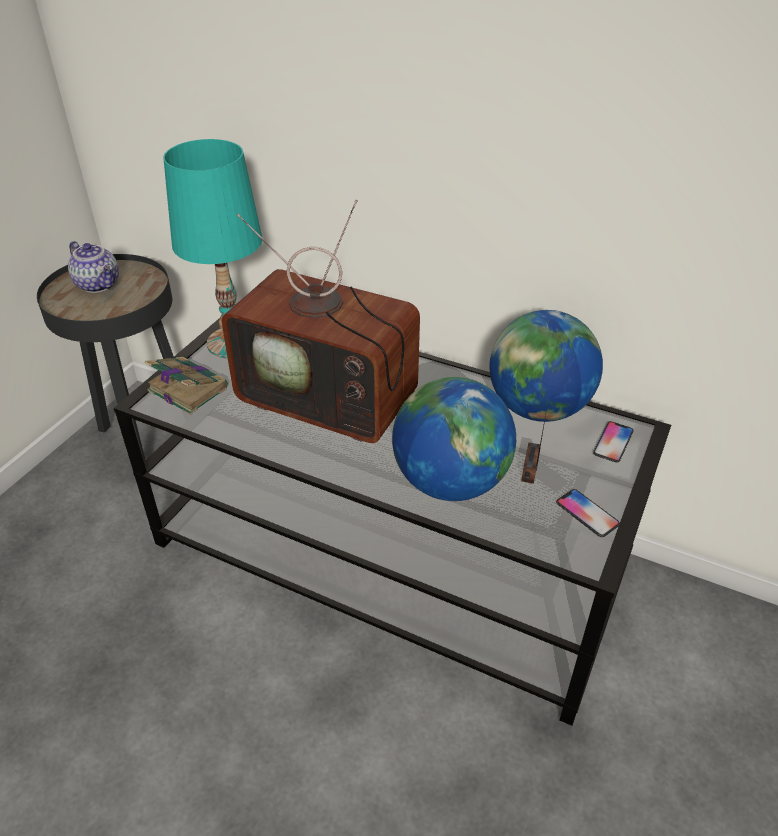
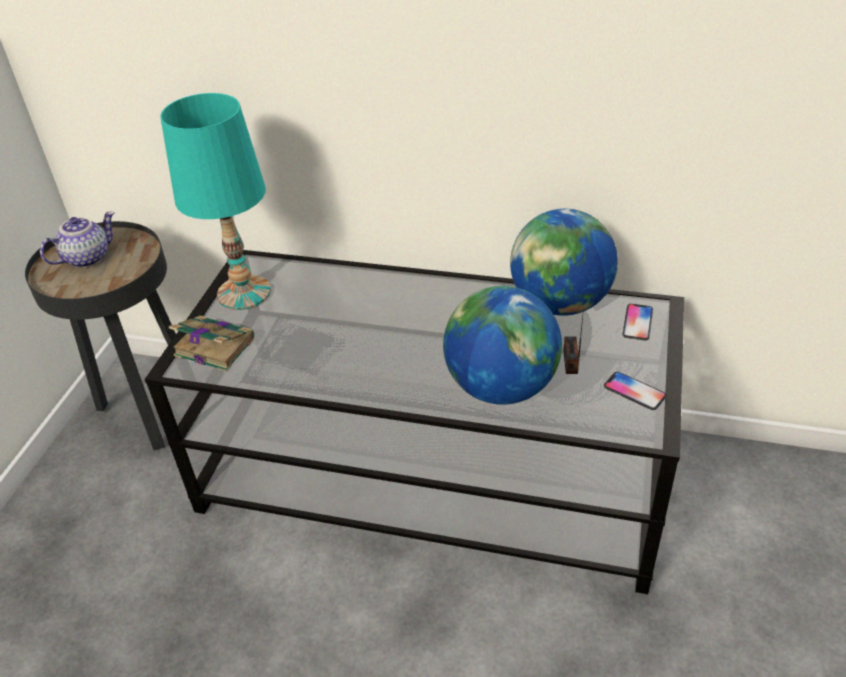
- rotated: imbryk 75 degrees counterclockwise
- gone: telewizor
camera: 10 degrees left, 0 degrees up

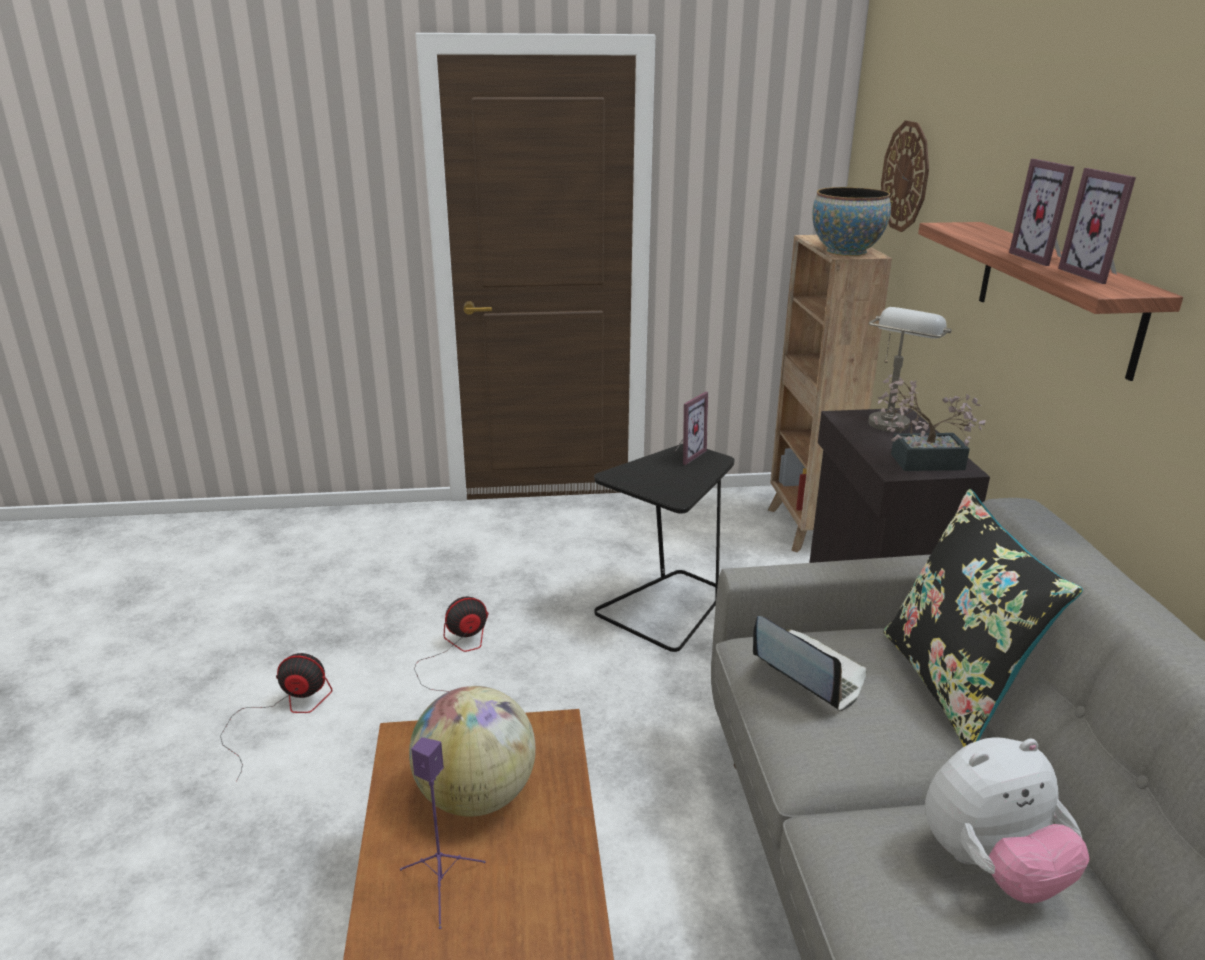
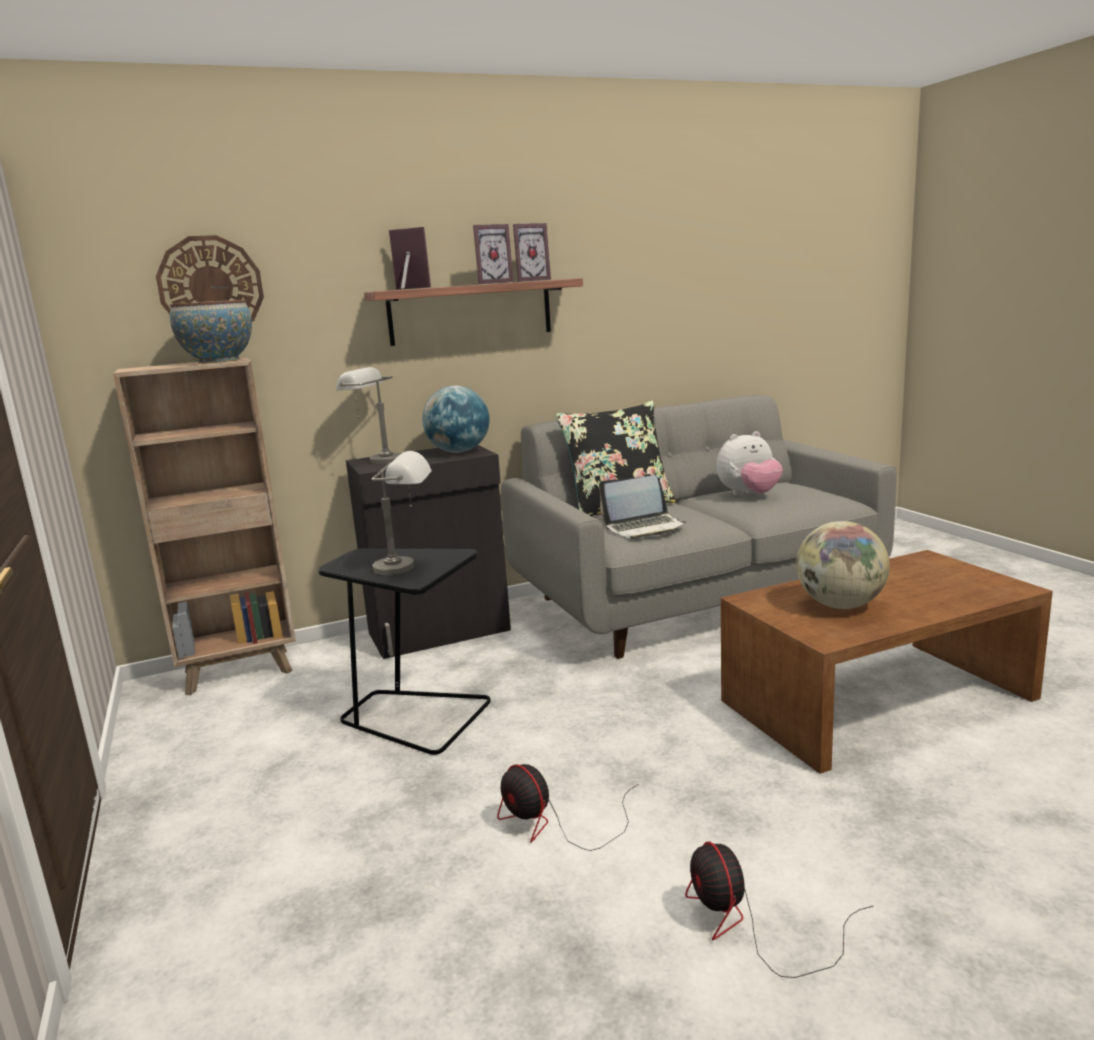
- new: lampa stołowa [szary] (no. 2 from left)
- shifted: ramka na zdjęcie (no. 1 from left)
- swapped: roślina doniczkowa to globus (no. 1 from left)
- rotated: laptop 135 degrees counterclockwise
- rotated: pluszak 105 degrees clockwise
- gone: głośnik [fioletowy]
camera: 105 degrees left, 10 degrees down

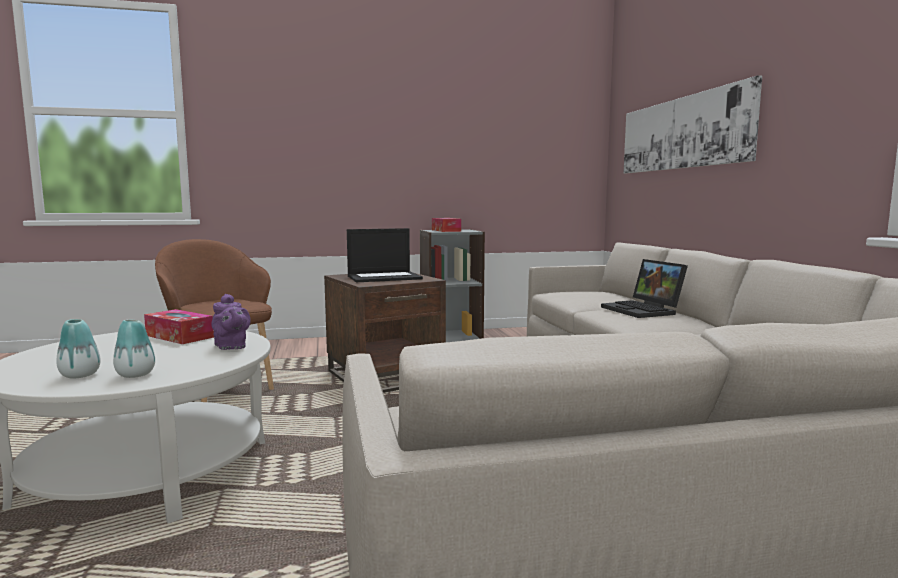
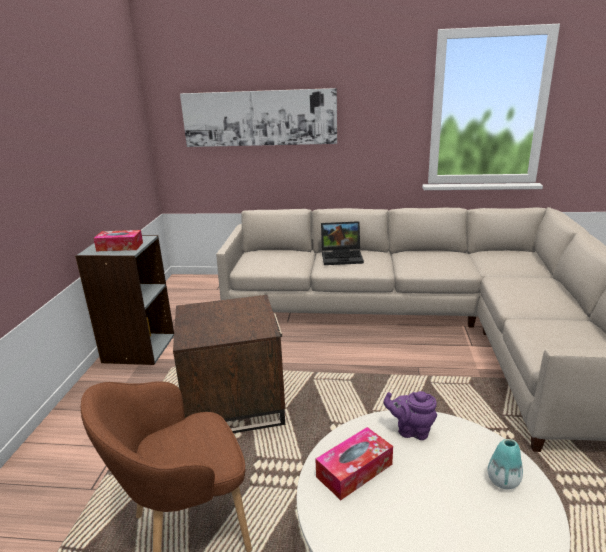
- rotated: imbryk [fioletowy] 150 degrees counterclockwise
- gone: wazon (no. 1 from left)
- gone: laptop (no. 1 from left)
camera: 70 degrees left, 15 degrees up

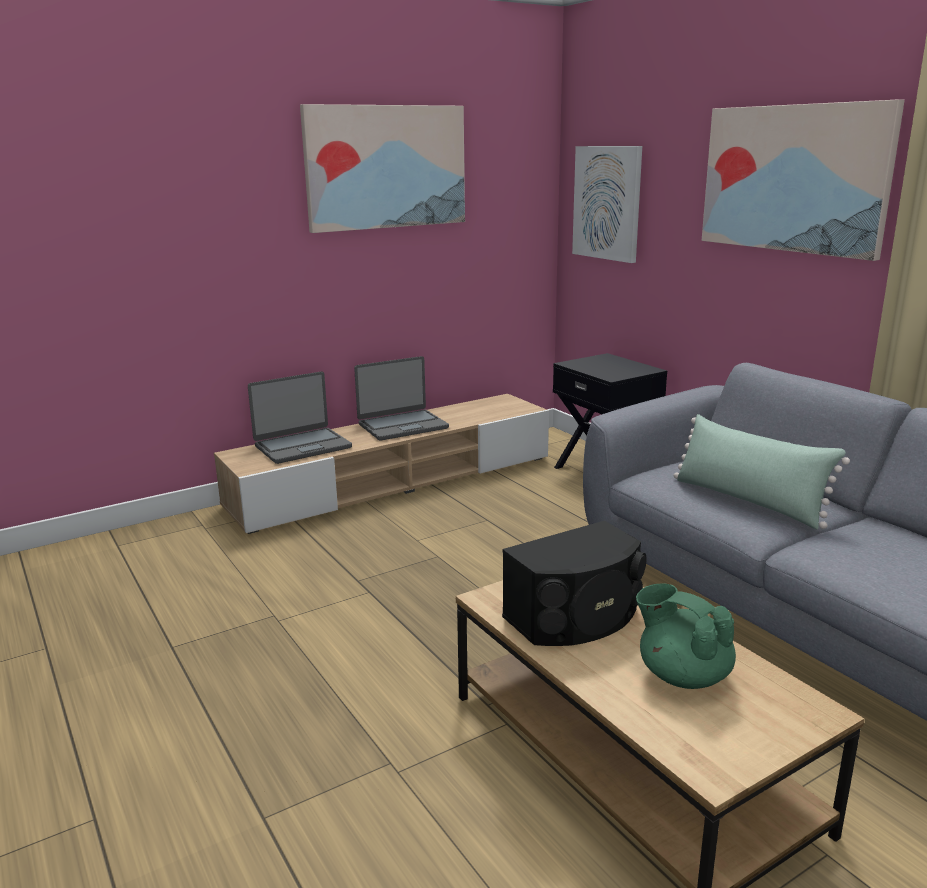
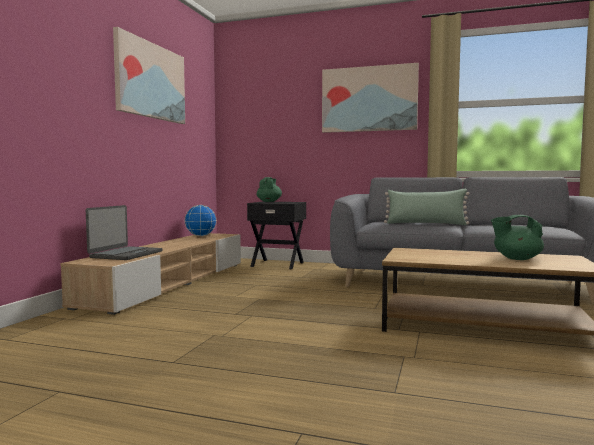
- new: globus
- new: imbryk [zielony] (no. 1 from left)
- gone: laptop (no. 2 from left)
- gone: głośnik [czarny]
- gone: obraz (no. 2 from left)
camera: 40 degrees left, 15 degrees down

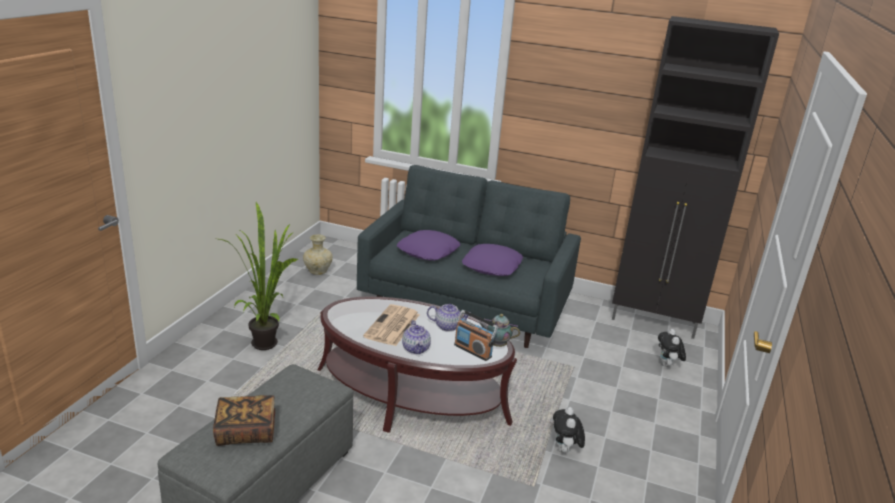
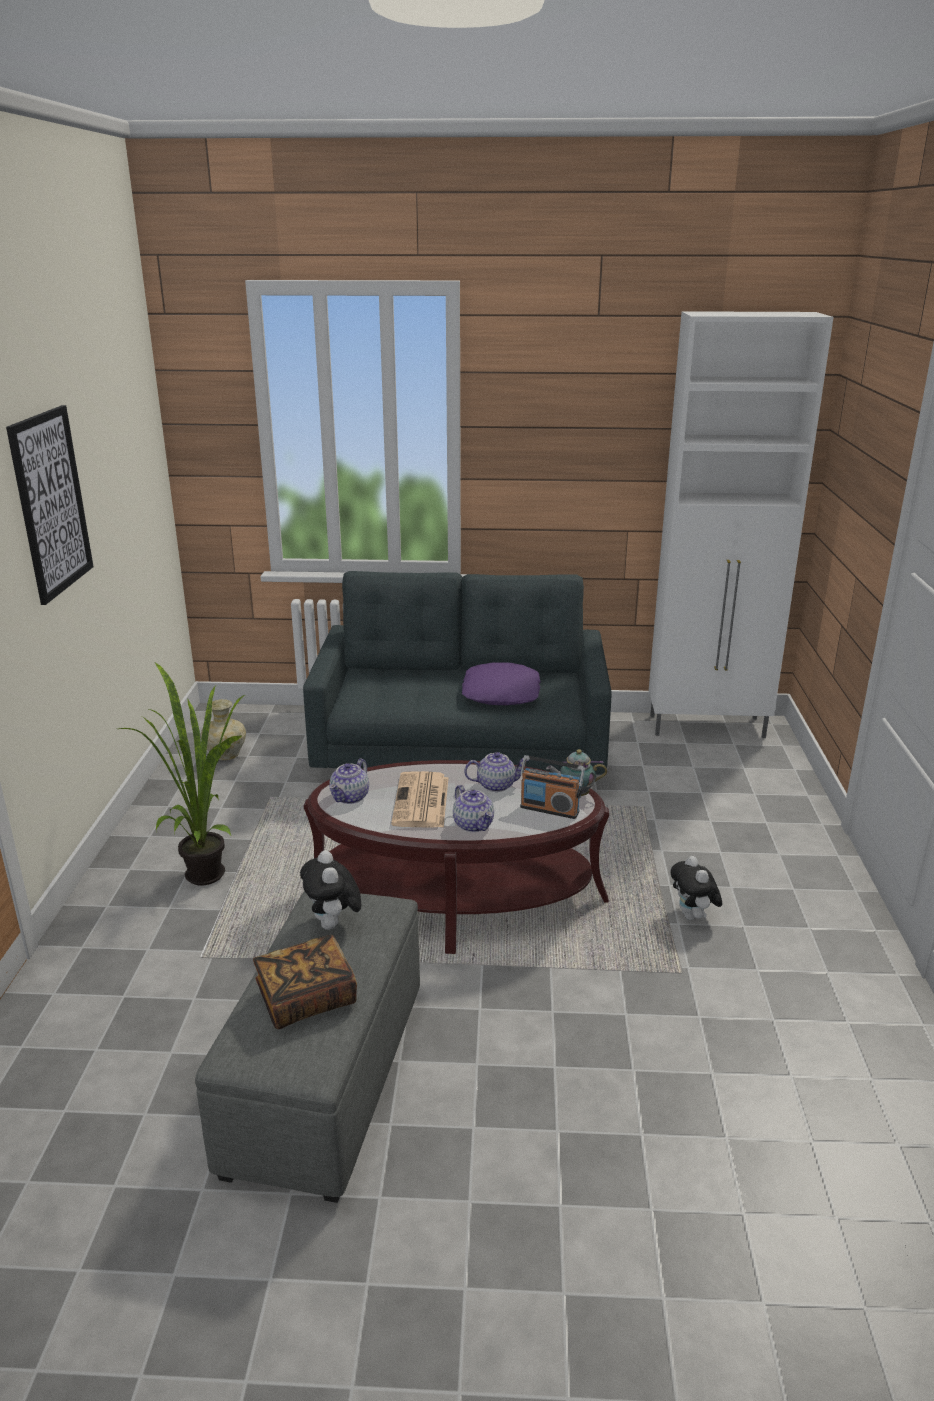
- new: obraz
- shifted: pluszak (no. 2 from left in the first image) to pluszak (no. 1 from left)
- new: imbryk (no. 1 from left)
- repainted: szafka [czarny] to szafka [biały]
- gone: poduszka [fioletowy] (no. 1 from left)
camera: 15 degrees left, 0 degrees up

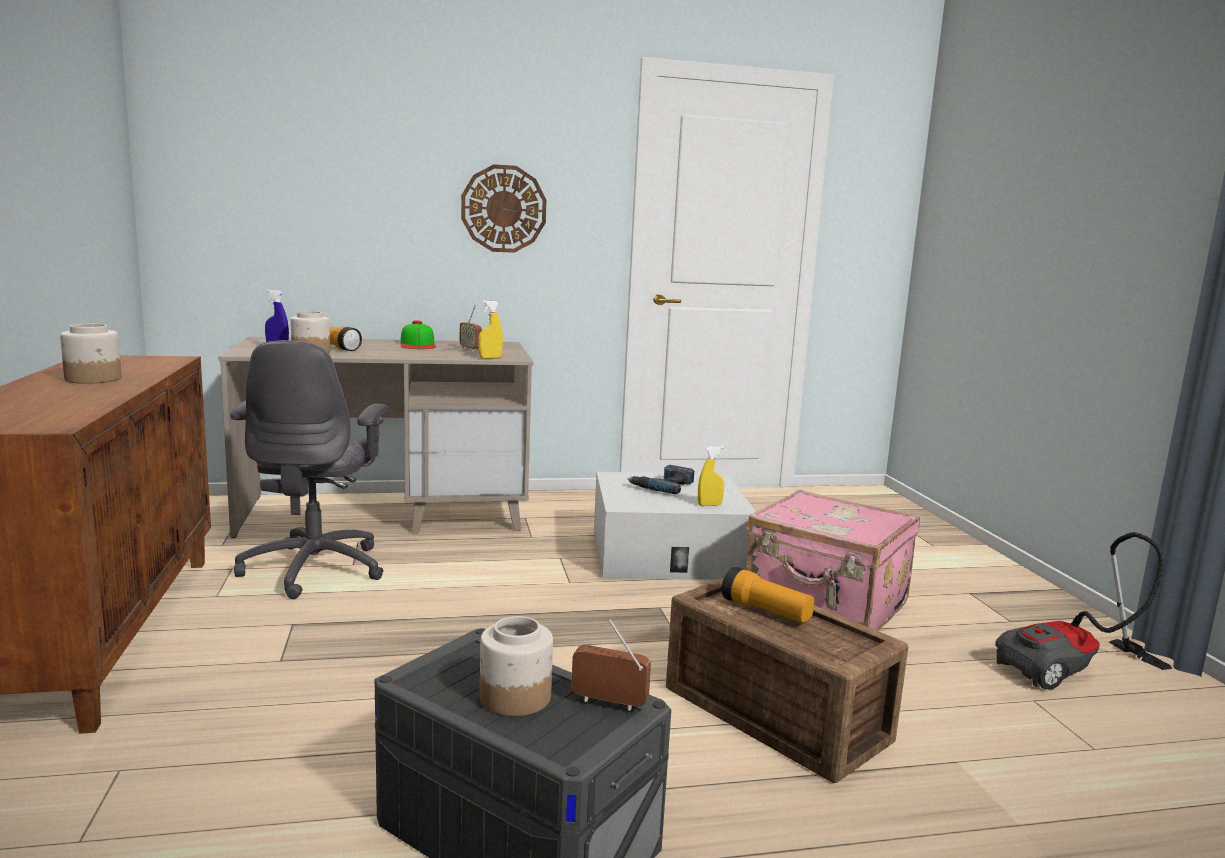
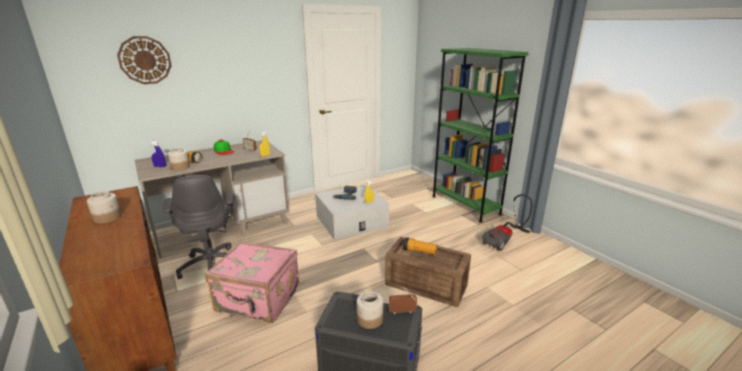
- shifted: zegar ścienny
- shifted: walizka [różowy]
- new: regał [zielony]
camera: 20 degrees left, 10 degrees up

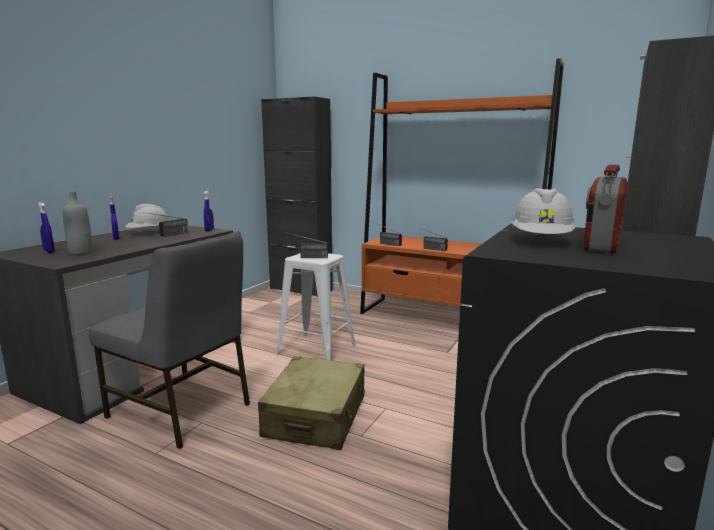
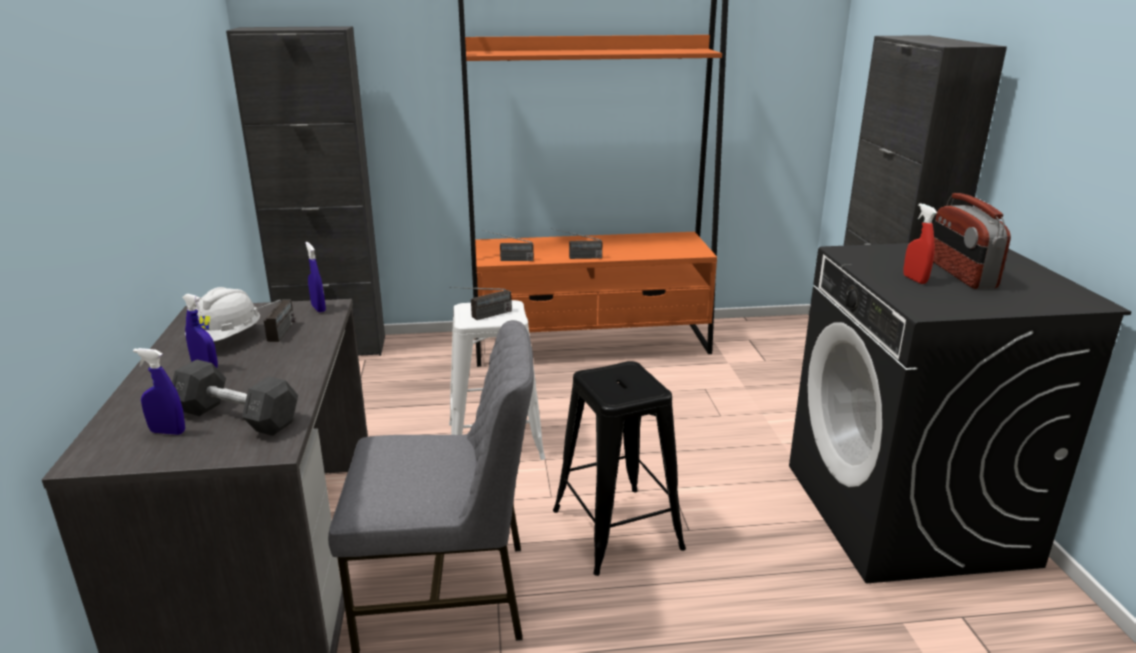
- swapped: butelka [szary] to hantel [szary]
- swapped: walizka [beżowy] to stołek [czarny]
- swapped: kask [biały] (no. 2 from left) to spryskiwacz [czerwony]
camera: 35 degrees left, 10 degrees up

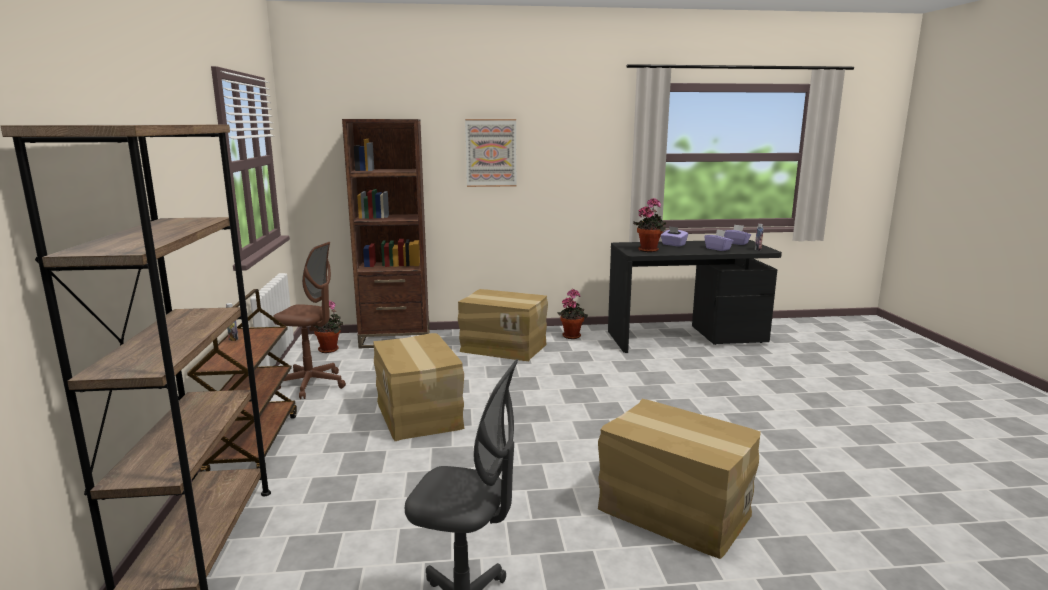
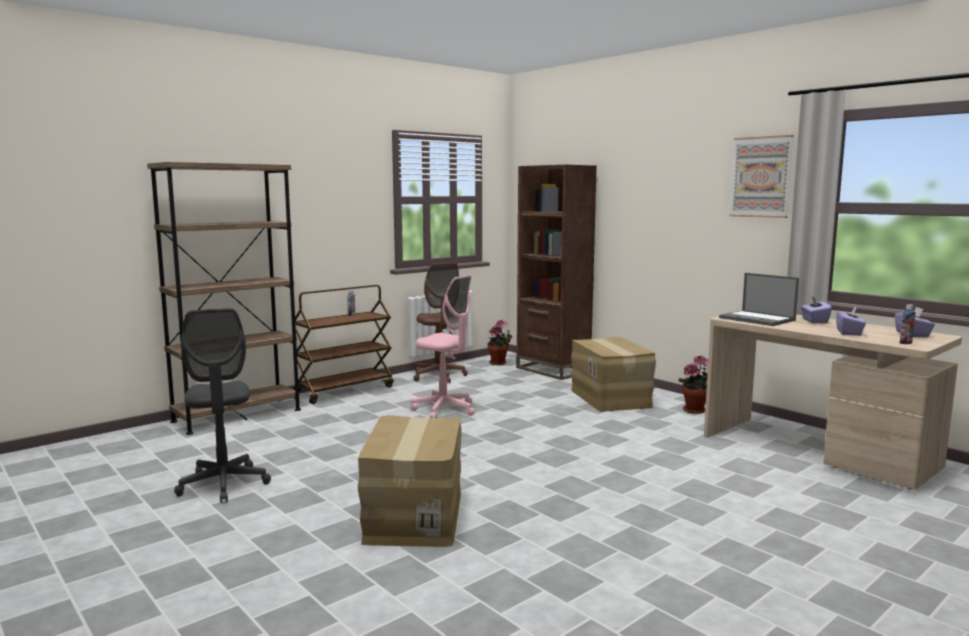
- swapped: karton (no. 1 from left) to krzesło biurowe [różowy]
- repainted: biurko [czarny] to biurko [beżowy]
- swapped: roślina doniczkowa (no. 3 from left) to laptop
- shifted: obraz
camera: 55 degrees right, 5 degrees down

